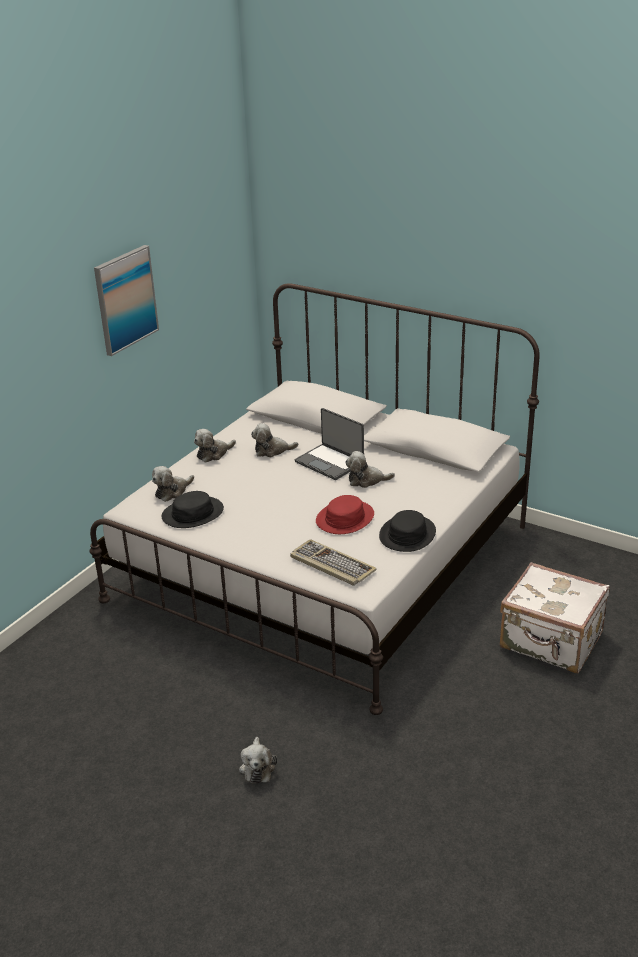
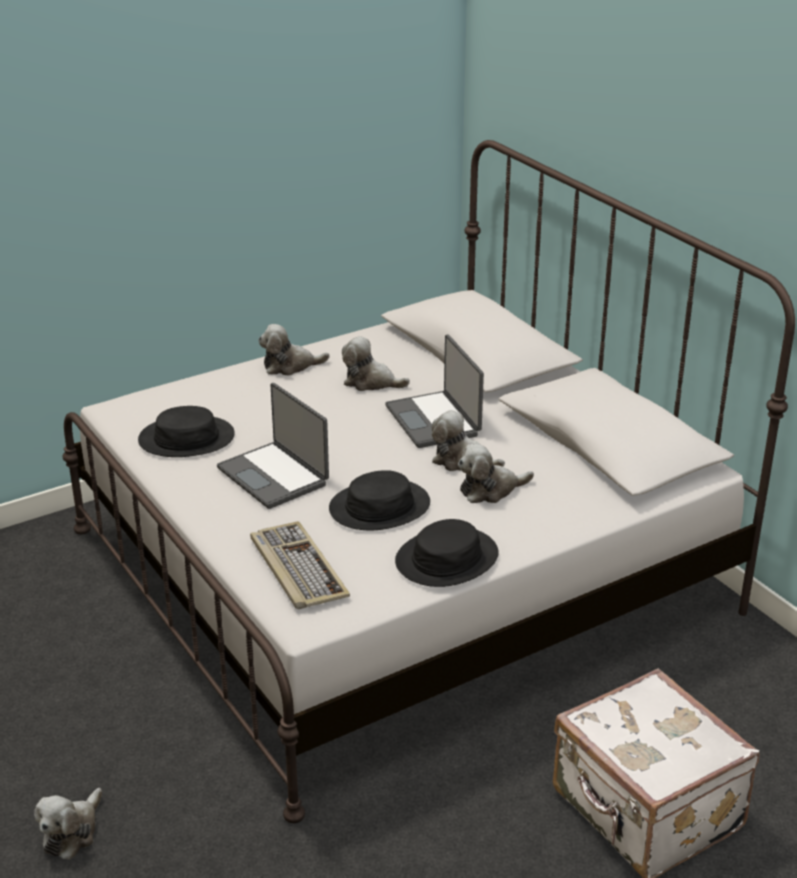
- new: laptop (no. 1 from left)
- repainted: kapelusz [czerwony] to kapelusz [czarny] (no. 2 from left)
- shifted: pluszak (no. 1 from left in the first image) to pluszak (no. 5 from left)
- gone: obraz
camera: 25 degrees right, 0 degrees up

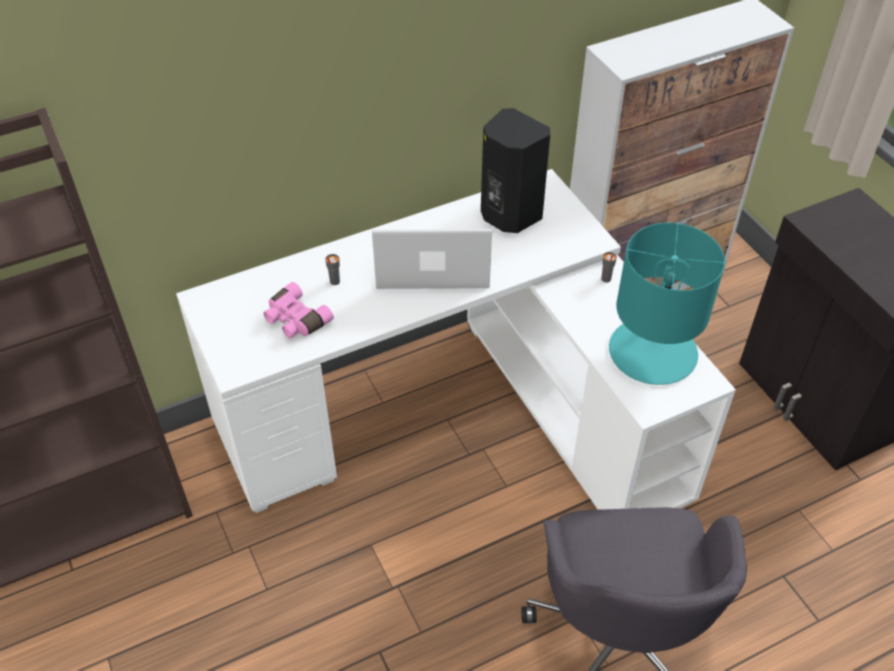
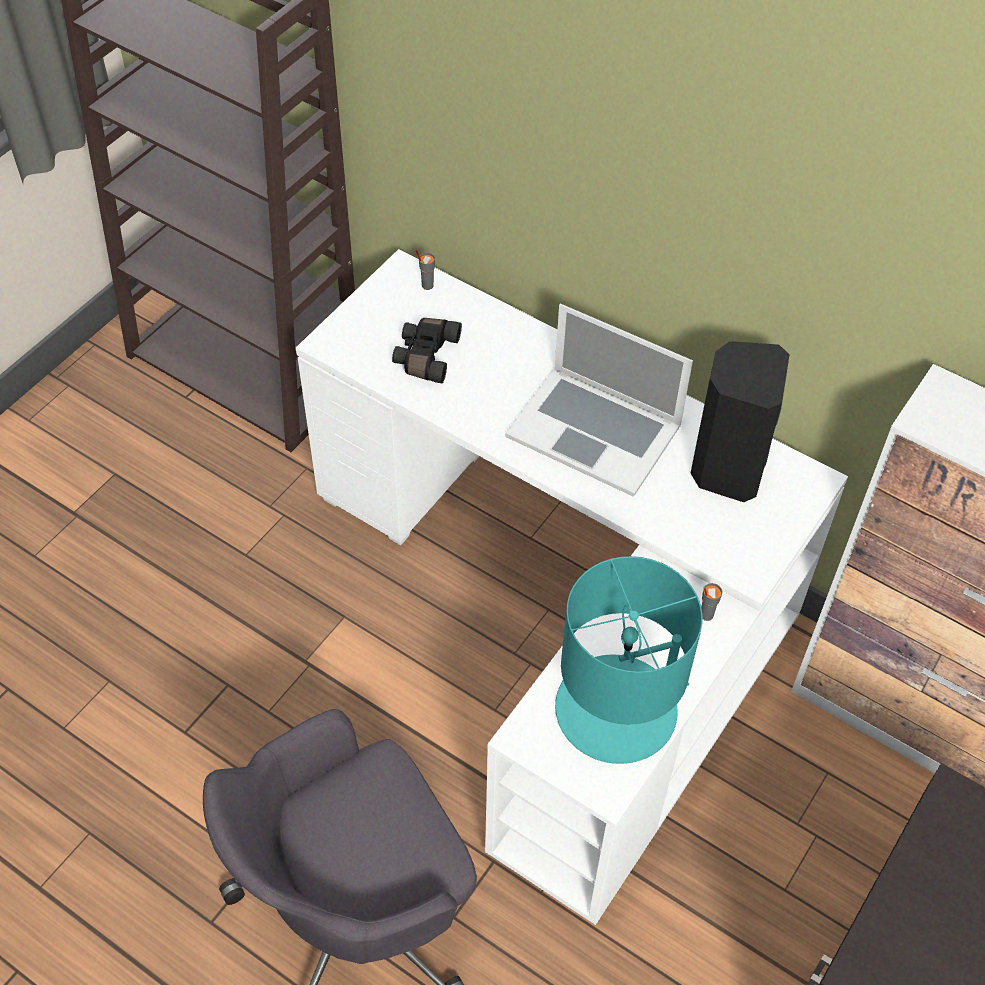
- repainted: lornetka [różowy] to lornetka [czarny]
- shifted: filiżanka [szary] (no. 1 from left)
- rotated: laptop 150 degrees clockwise
camera: 60 degrees right, 5 degrees up

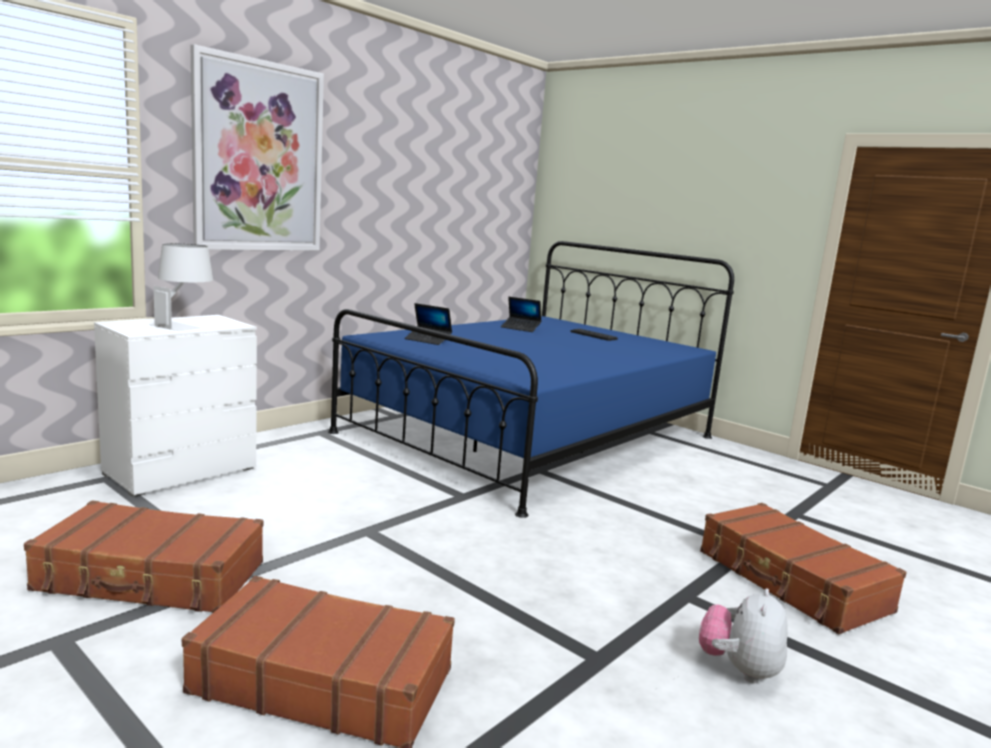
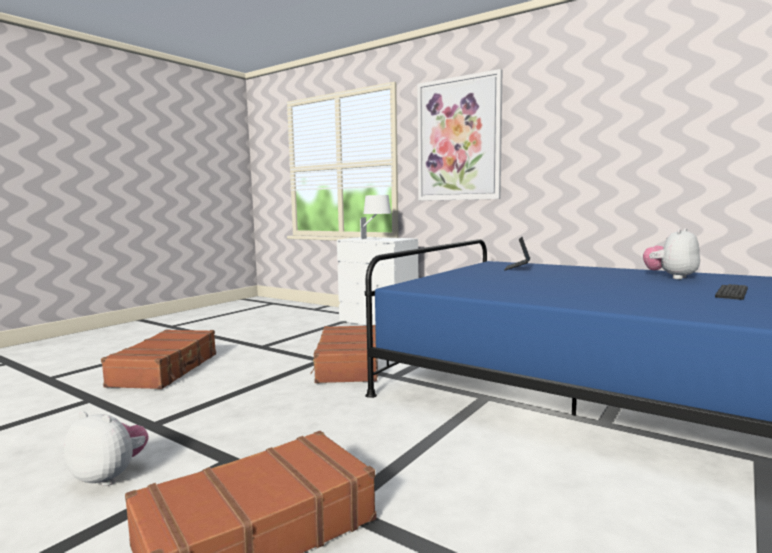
- shifted: walizka [brązowy] (no. 1 from left in the first image) to walizka [brązowy] (no. 3 from left)
- swapped: laptop (no. 2 from left) to pluszak (no. 2 from left)
camera: 85 degrees right, 5 degrees down

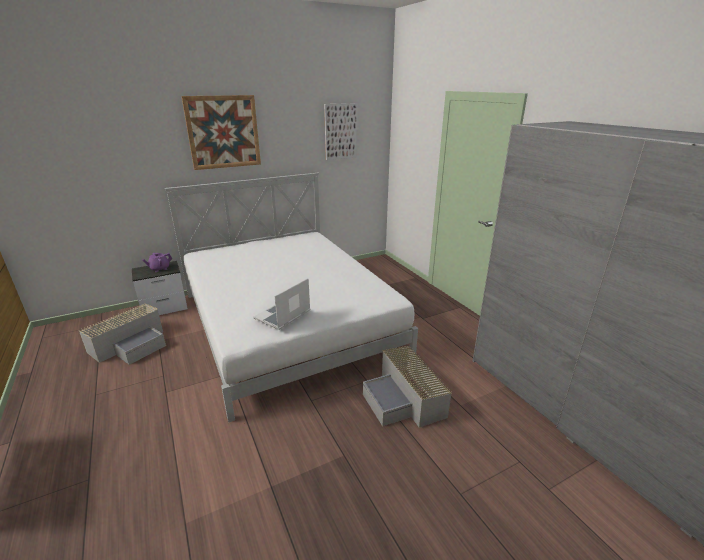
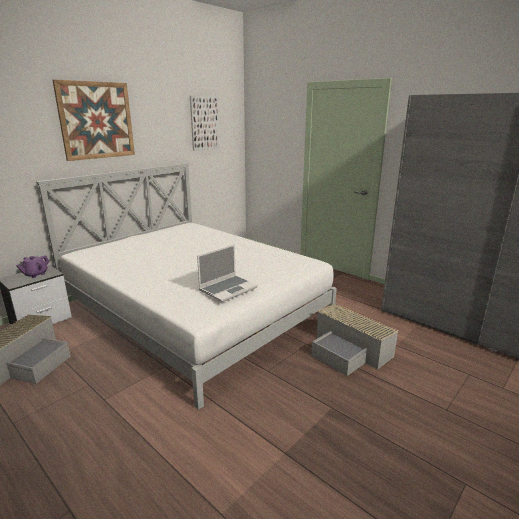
- rotated: laptop 150 degrees counterclockwise
camera: 20 degrees left, 5 degrees down

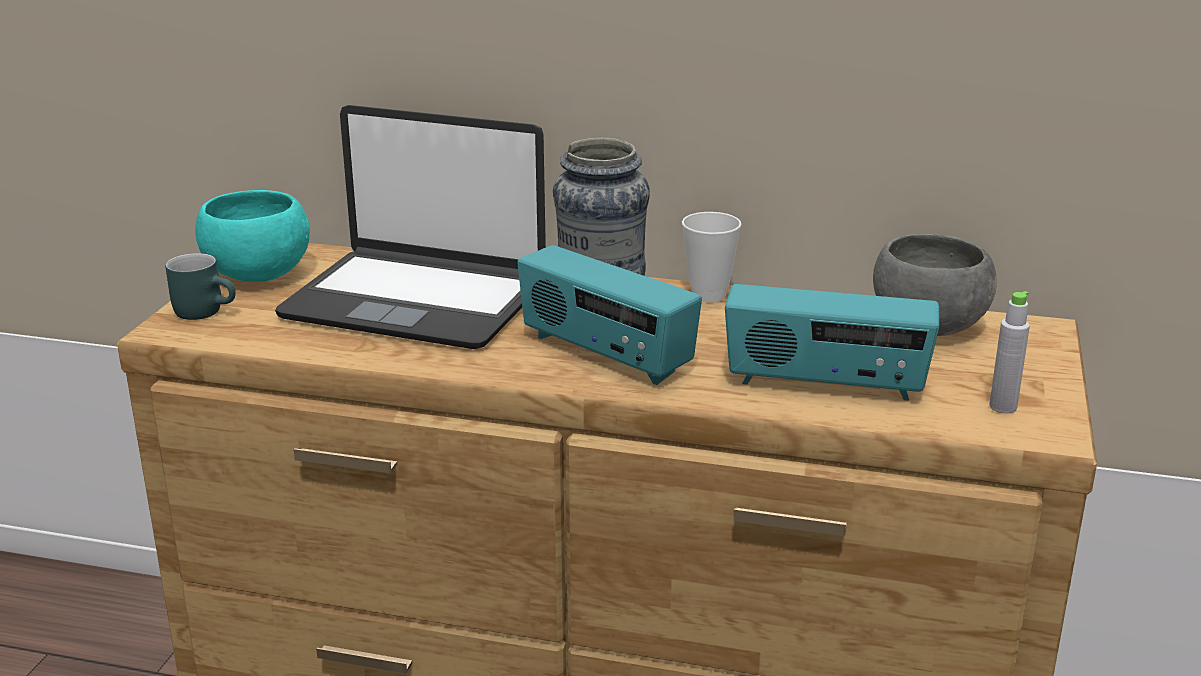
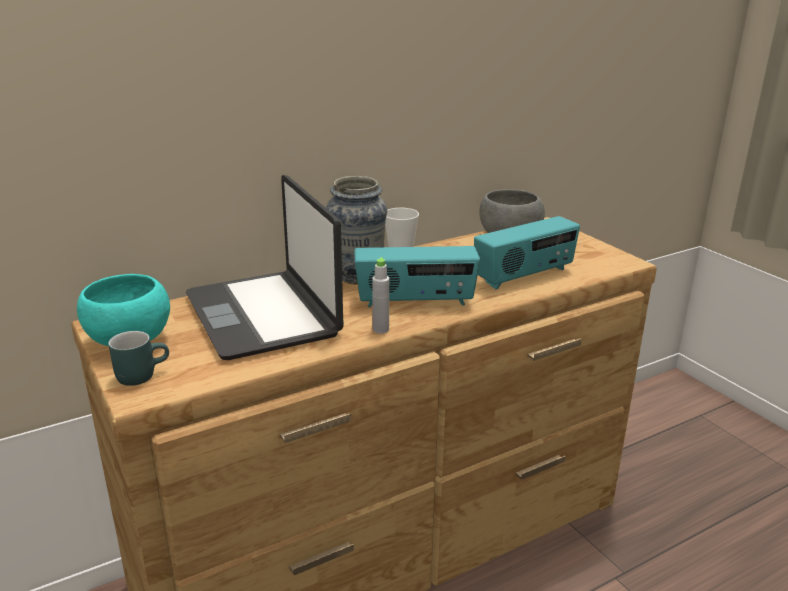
- rotated: laptop 90 degrees clockwise
- shifted: butelka [szary]
camera: 45 degrees left, 0 degrees up

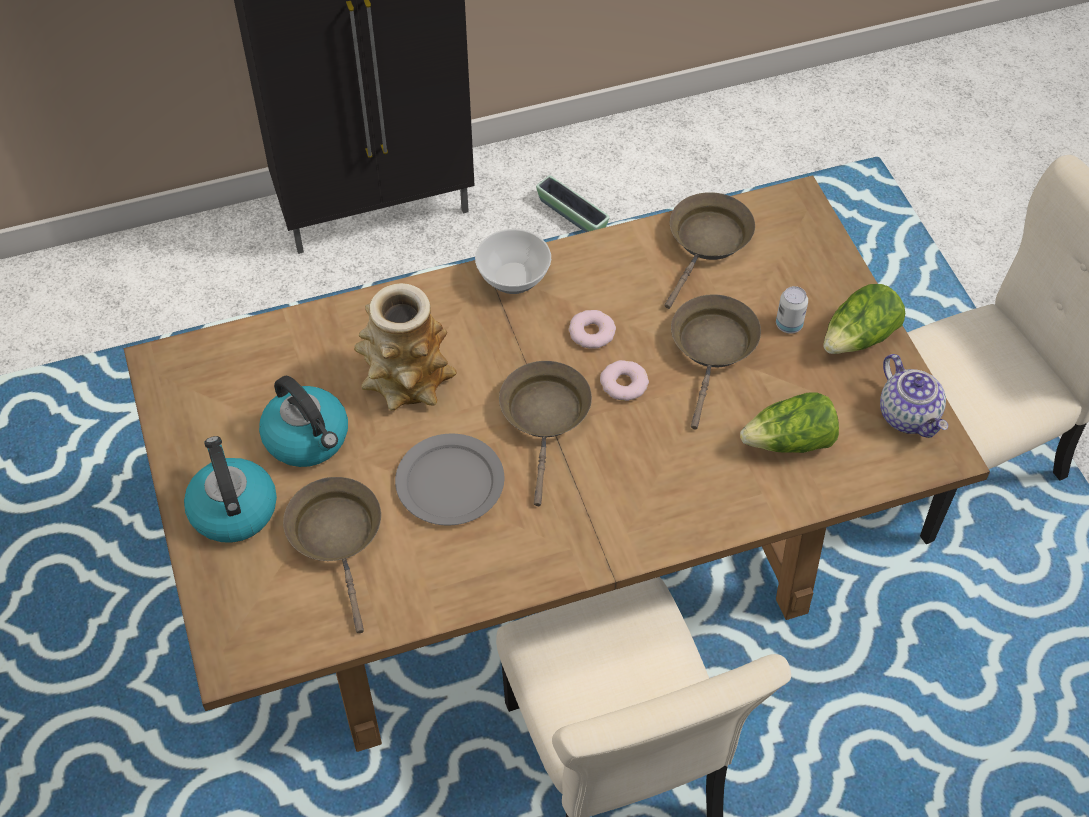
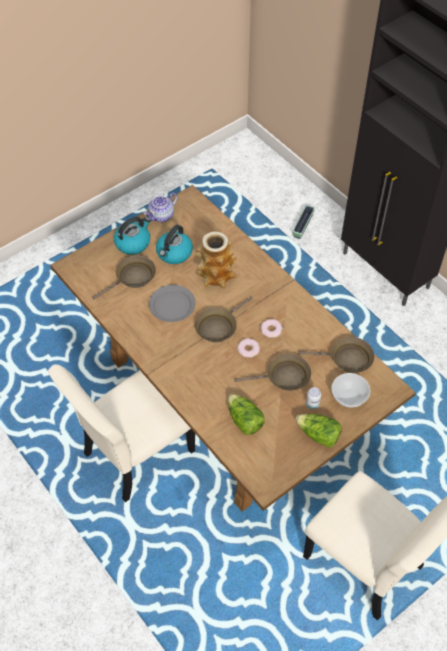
- shifted: imbryk
- rotated: patelnia [brązowy] (no. 2 from left) 150 degrees clockwise
- shifted: donica
- shifted: miska
camera: 70 degrees right, 0 degrees up

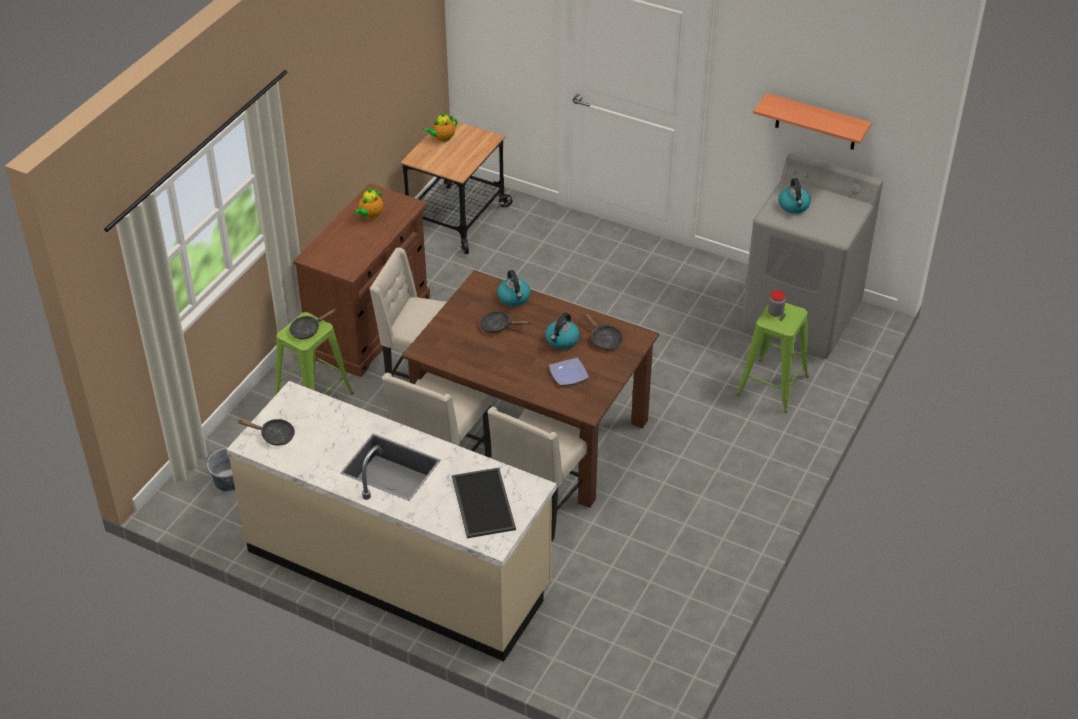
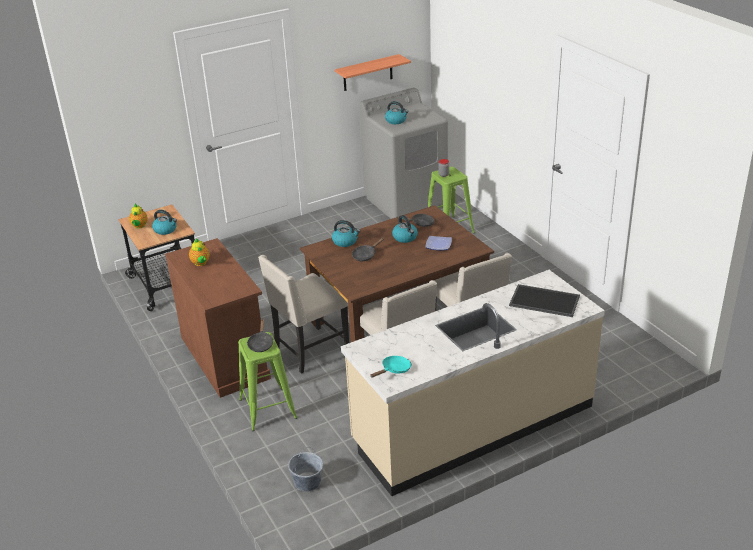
- new: czajnik (no. 1 from left)
- repainted: patelnia [czarny] (no. 1 from left) to patelnia [turkusowy]
camera: 55 degrees left, 10 degrees down

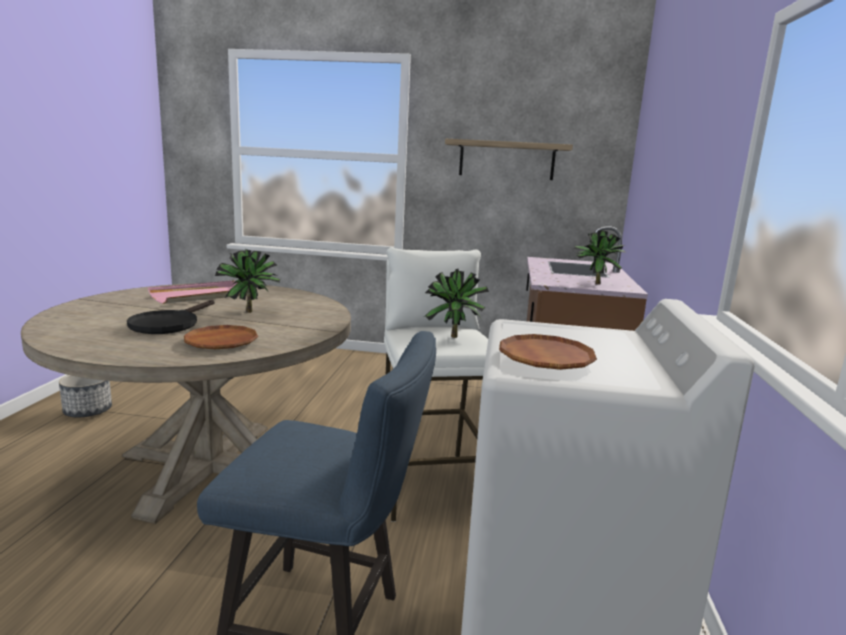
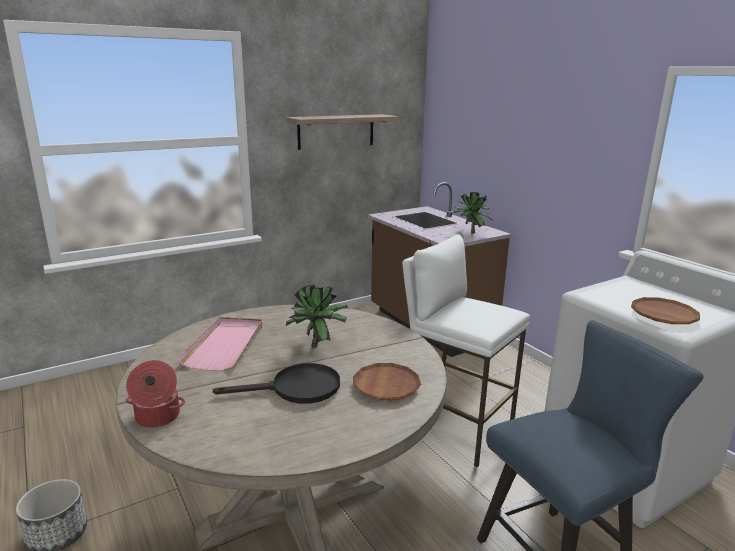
- new: garnek
- rotated: patelnia [czarny] 75 degrees counterclockwise
- gone: roślina doniczkowa (no. 2 from left)
camera: 40 degrees left, 5 degrees up

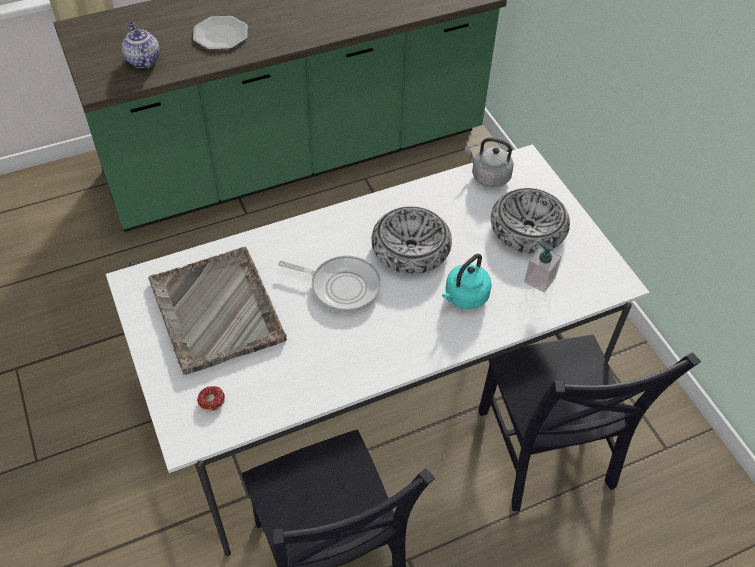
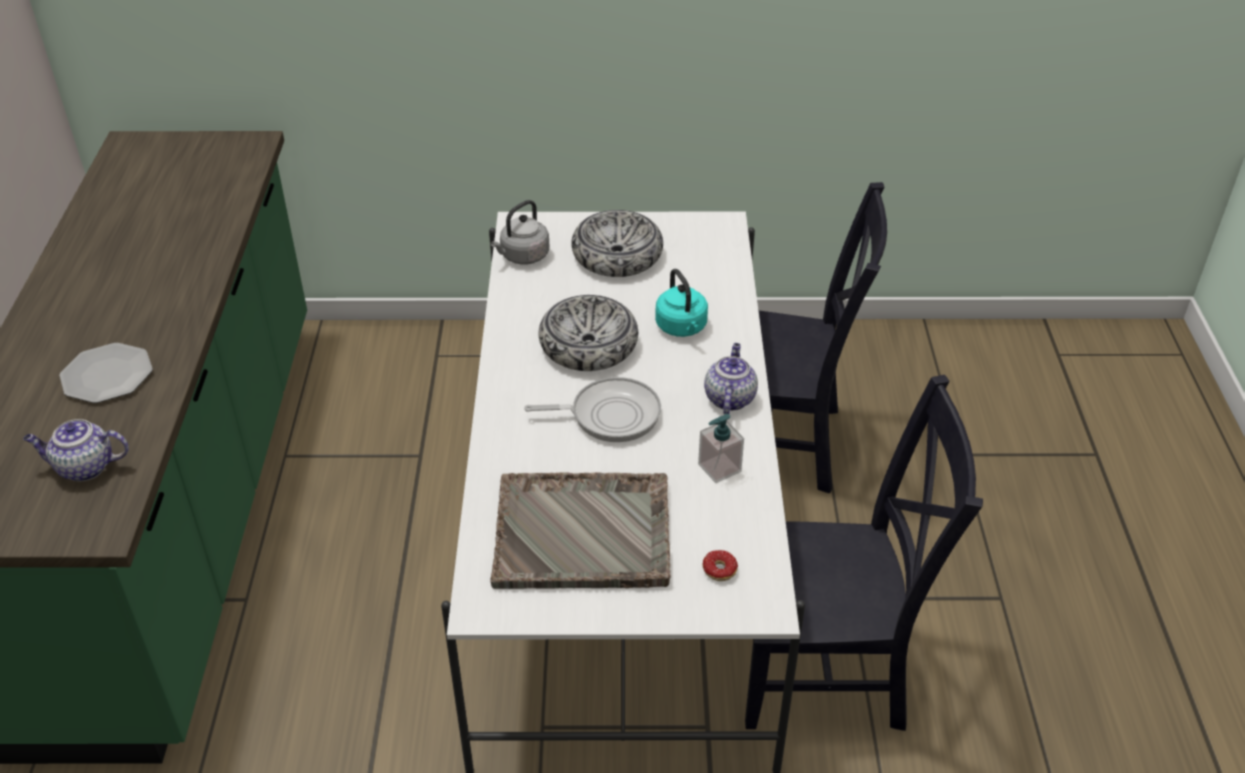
- rotated: patelnia 45 degrees clockwise
- shifted: dozownik mydła
- new: imbryk (no. 2 from left)
camera: 65 degrees left, 10 degrees down

